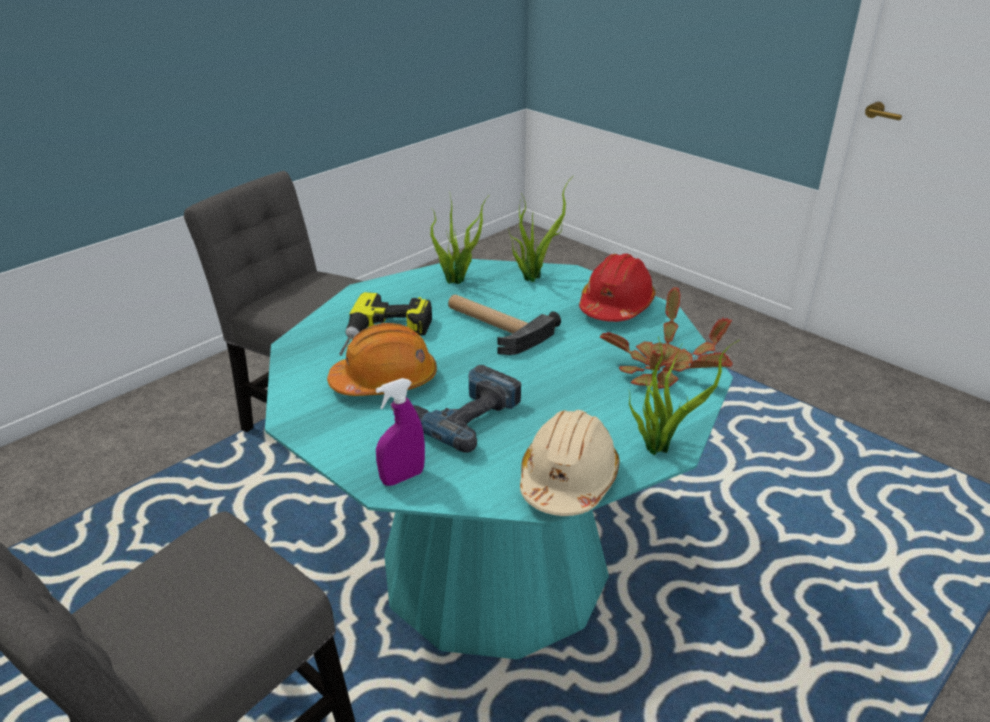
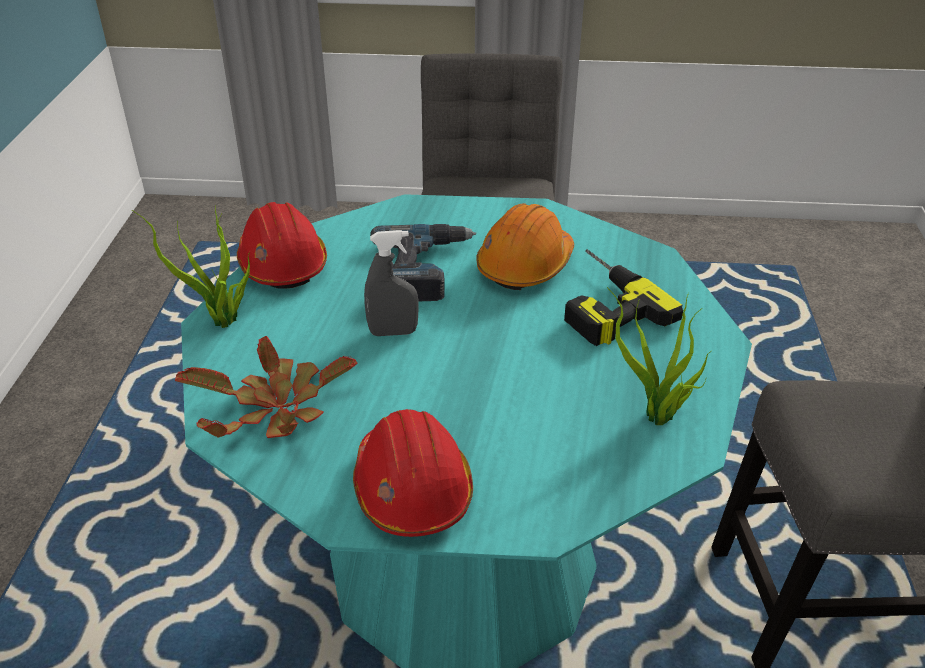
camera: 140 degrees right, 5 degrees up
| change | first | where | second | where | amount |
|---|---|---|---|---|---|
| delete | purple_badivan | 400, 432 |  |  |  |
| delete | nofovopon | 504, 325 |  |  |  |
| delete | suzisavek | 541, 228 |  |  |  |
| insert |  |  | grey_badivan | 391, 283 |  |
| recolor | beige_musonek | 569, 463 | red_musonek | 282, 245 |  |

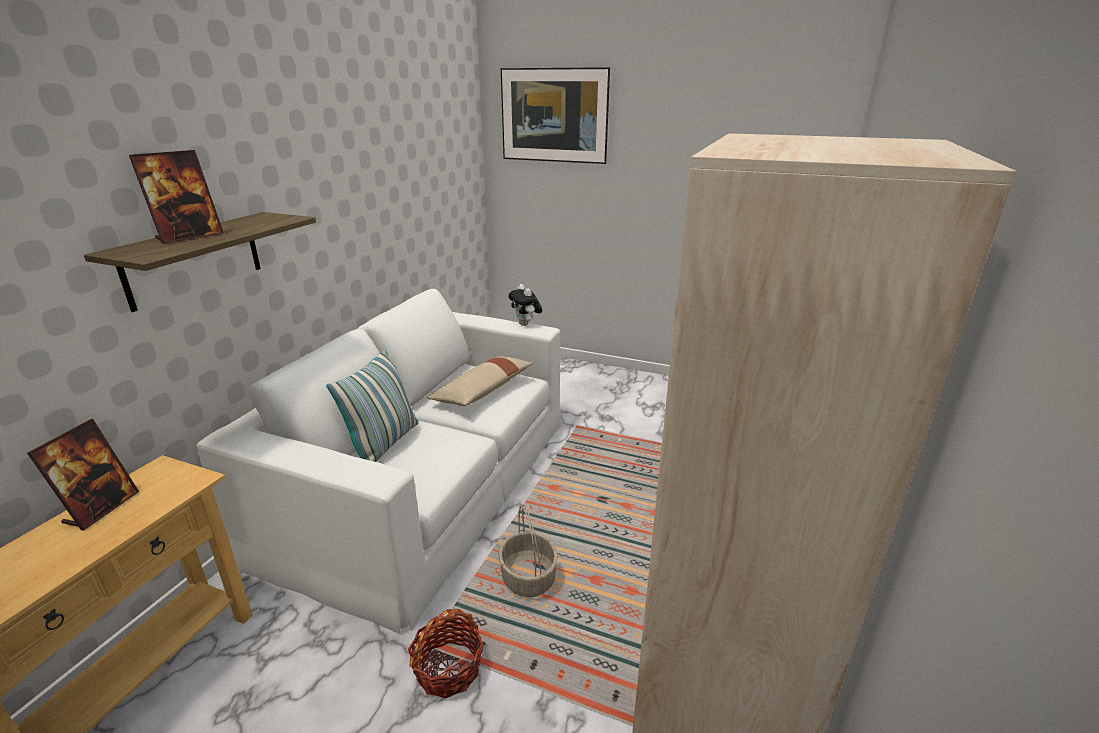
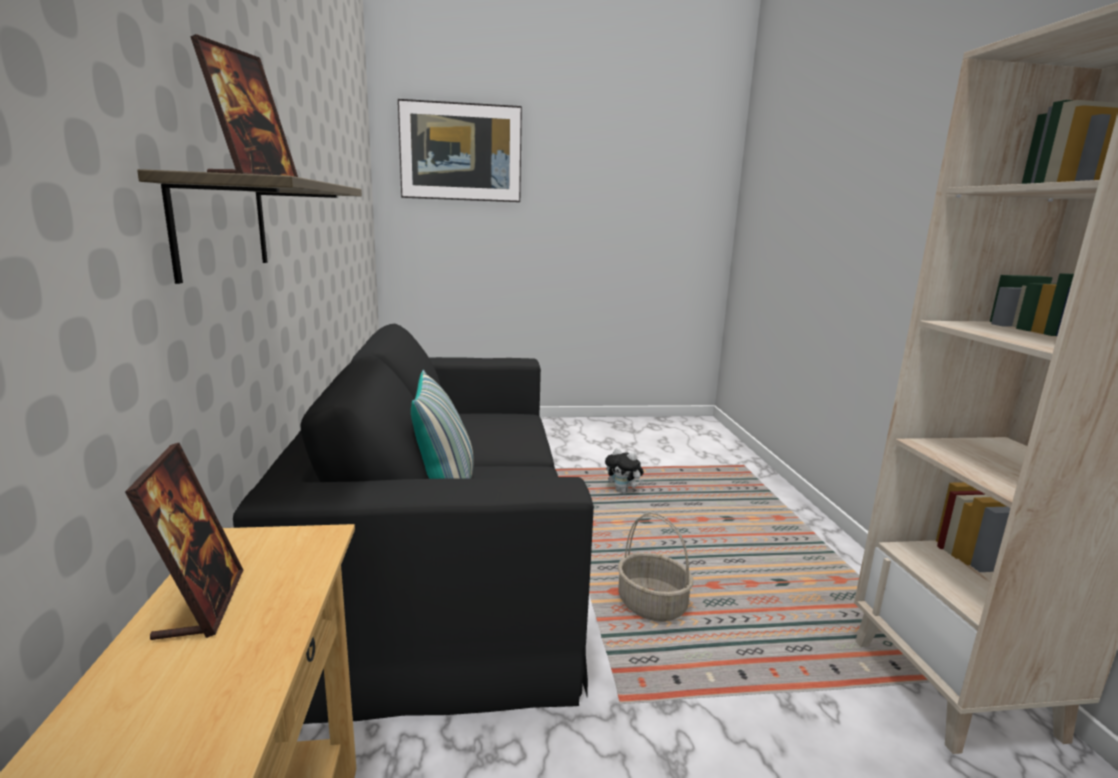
camera: 30 degrees left, 10 degrees down
| change | first | where | second | where | amount |
|---|---|---|---|---|---|
| delete | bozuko | 446, 653 |  |  |  |
| delete | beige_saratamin | 480, 381 |  |  |  |
| move | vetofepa | 525, 305 |  | 624, 470 |  |
| recolor | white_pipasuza | 378, 461 | black_pipasuza | 413, 524 |  |

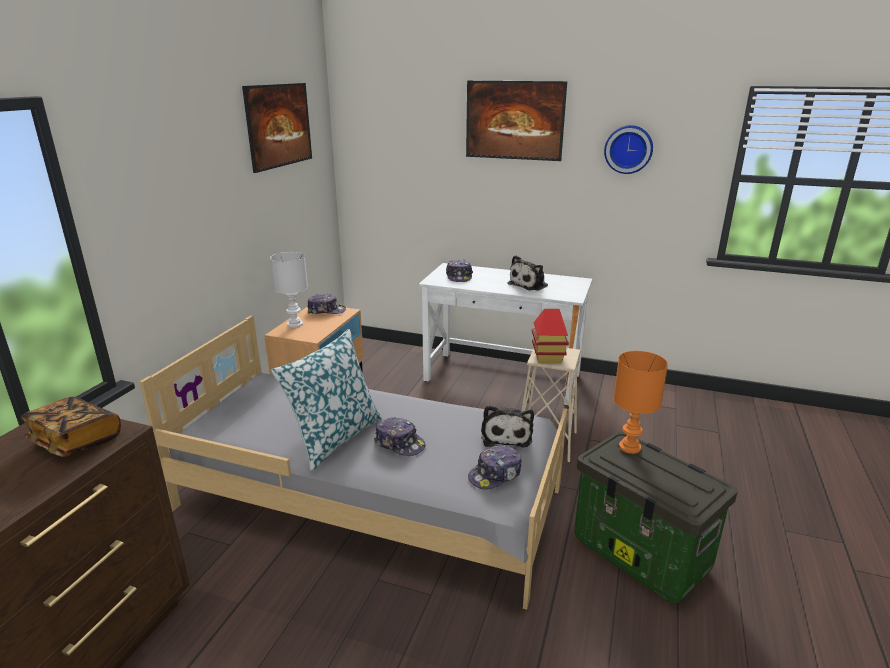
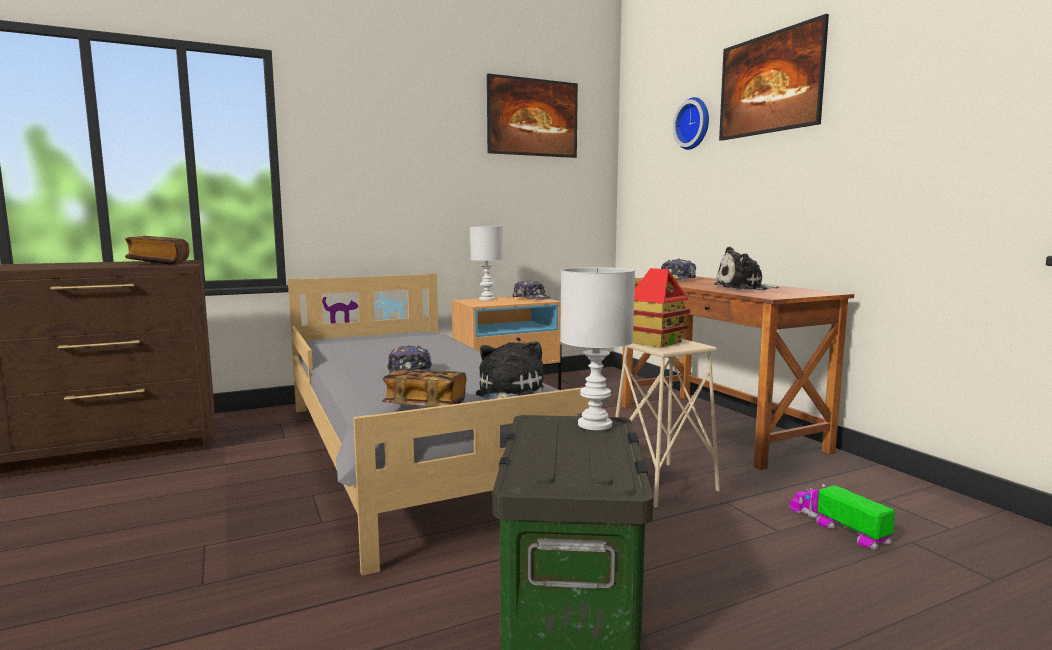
camera: 45 degrees right, 15 degrees down
| change | first | where | second | where | amount |
|---|---|---|---|---|---|
| delete | saratamin | 326, 400 |  |  |  |
| insert |  |  | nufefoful | 842, 516 |  |
| move | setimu | 628, 149 |  | 691, 123 |  |
| replace | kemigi | 495, 467 | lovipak | 424, 388 |  |
| recolor | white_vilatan | 505, 334 | brown_vilatan | 737, 373 |  |
| recolor | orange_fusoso | 640, 402 | white_fusoso | 597, 348 |  |
| rotate | vetofepa | 507, 426 |  | 510, 370 | 150 degrees clockwise |

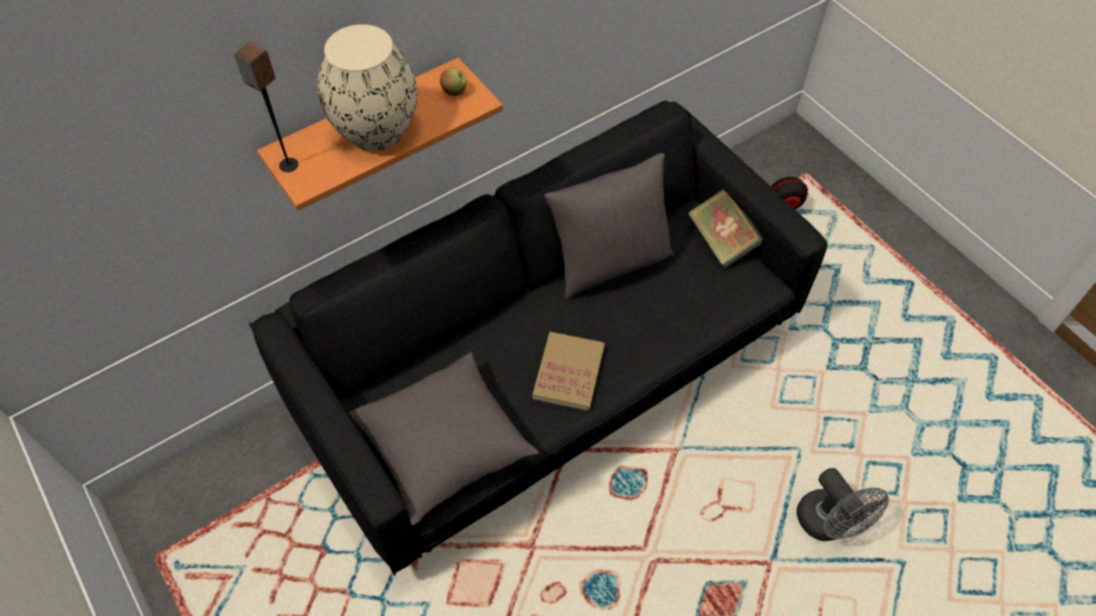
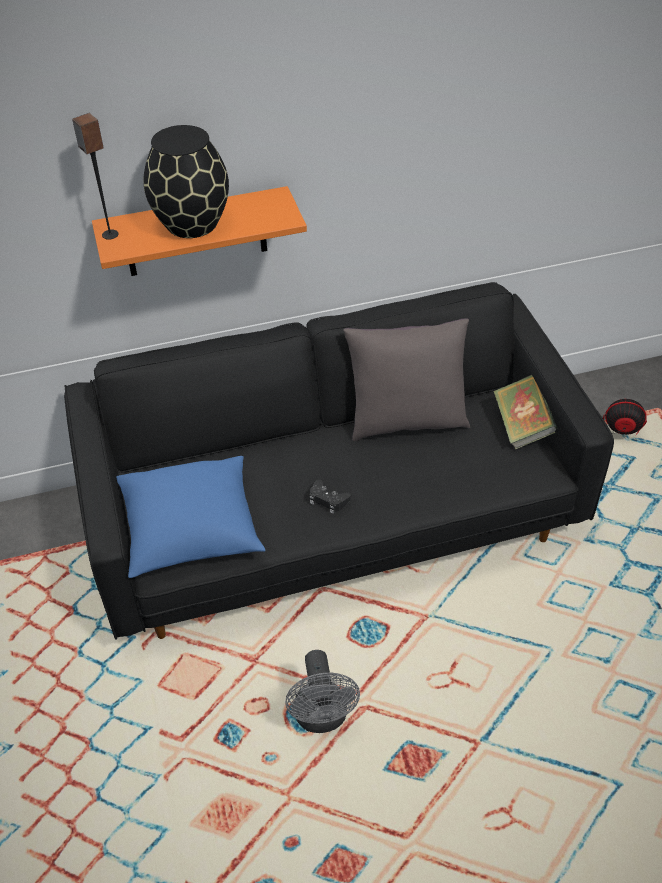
camera: 20 degrees right, 10 degrees down
| change | first | where | second | where | amount |
|---|---|---|---|---|---|
| delete | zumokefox | 453, 82 |  |  |  |
| move | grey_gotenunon | 843, 504 |  | 322, 691 |  |
| replace | lovipak | 568, 371 | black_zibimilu | 330, 497 |  |
| recolor | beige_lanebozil | 367, 87 | black_lanebozil | 186, 181 |  |
| recolor | grey_saratamin | 443, 438 | blue_saratamin | 190, 517 |  |

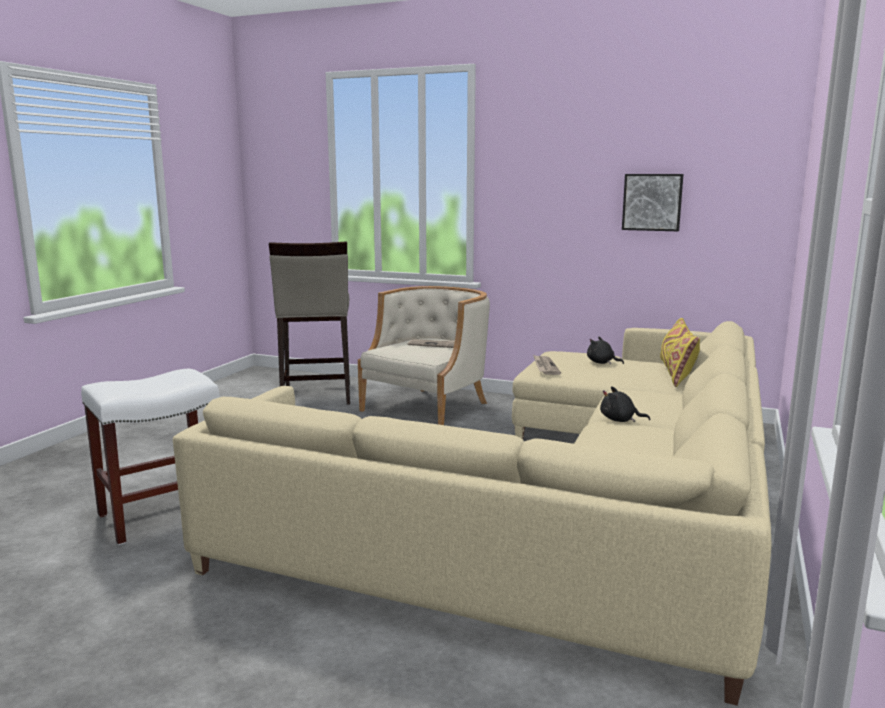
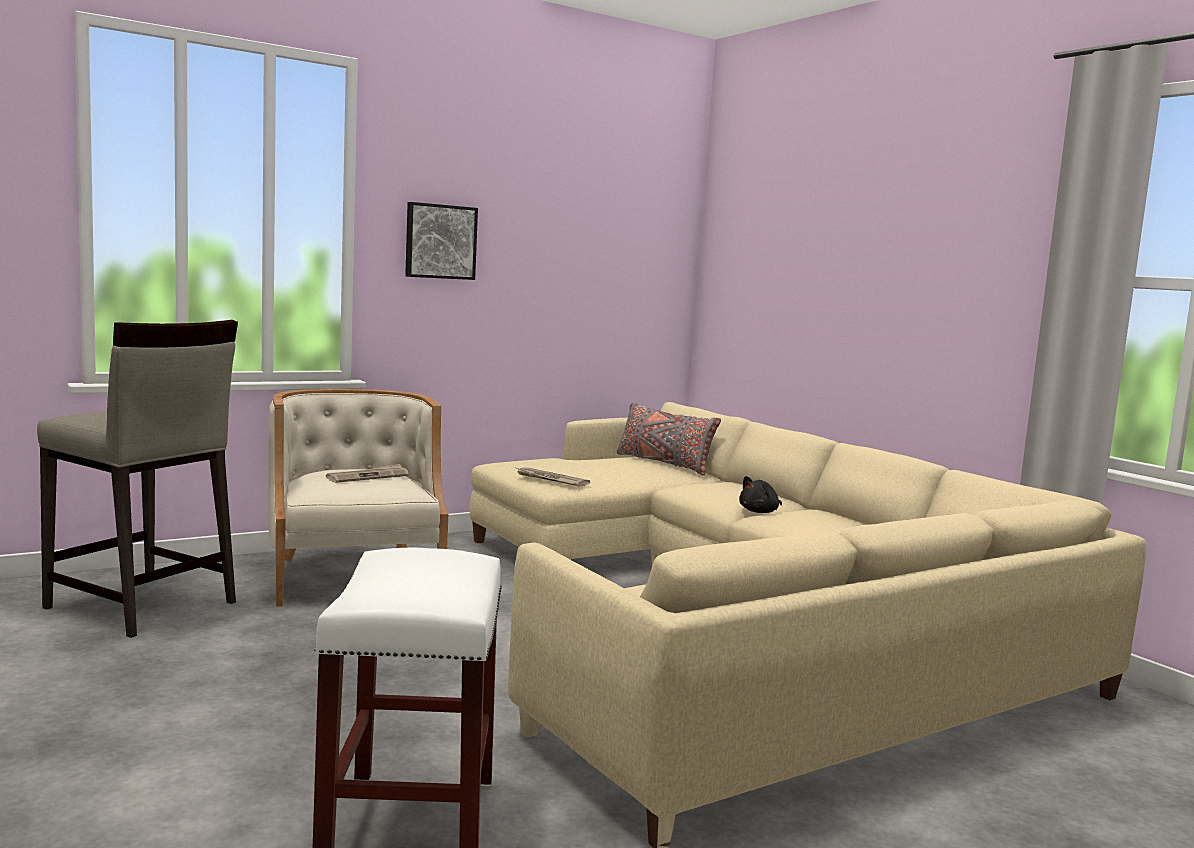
camera: 55 degrees left, 5 degrees down
| change | first | where | second | where | amount |
|---|---|---|---|---|---|
| delete | black_vetofepa | 605, 350 |  |  |  |
| move | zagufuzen | 652, 202 |  | 441, 241 |  |
| recolor | yellow_saratamin | 680, 352 | grey_saratamin | 669, 439 |  |

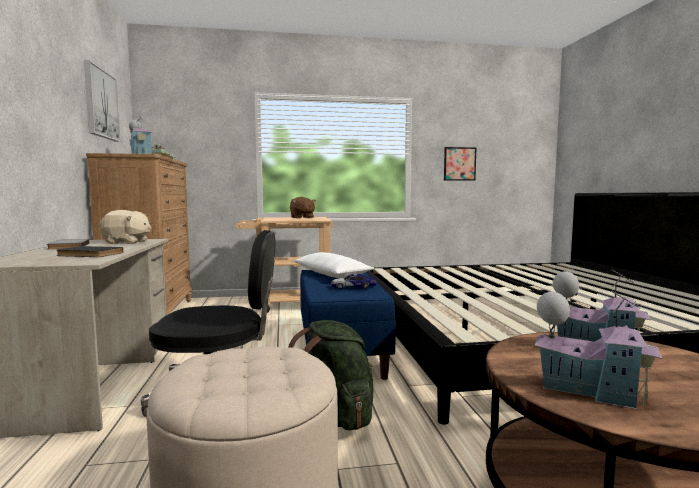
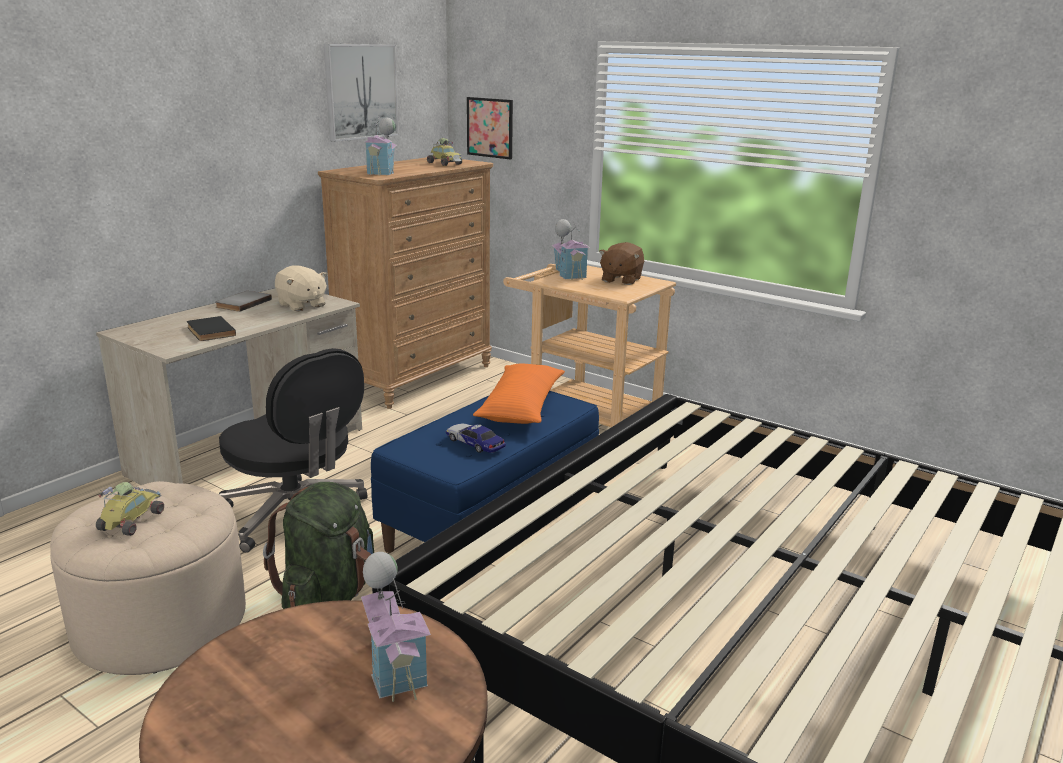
camera: 45 degrees right, 15 degrees up
| change | first | where | second | where | amount |
|---|---|---|---|---|---|
| insert |  |  | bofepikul | 130, 509 |  |
| move | zagufuzen | 460, 164 |  | 490, 128 |  |
| move | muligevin | 598, 350 |  | 571, 249 |  |
| recolor | white_saratamin | 333, 265 | orange_saratamin | 519, 394 |  |

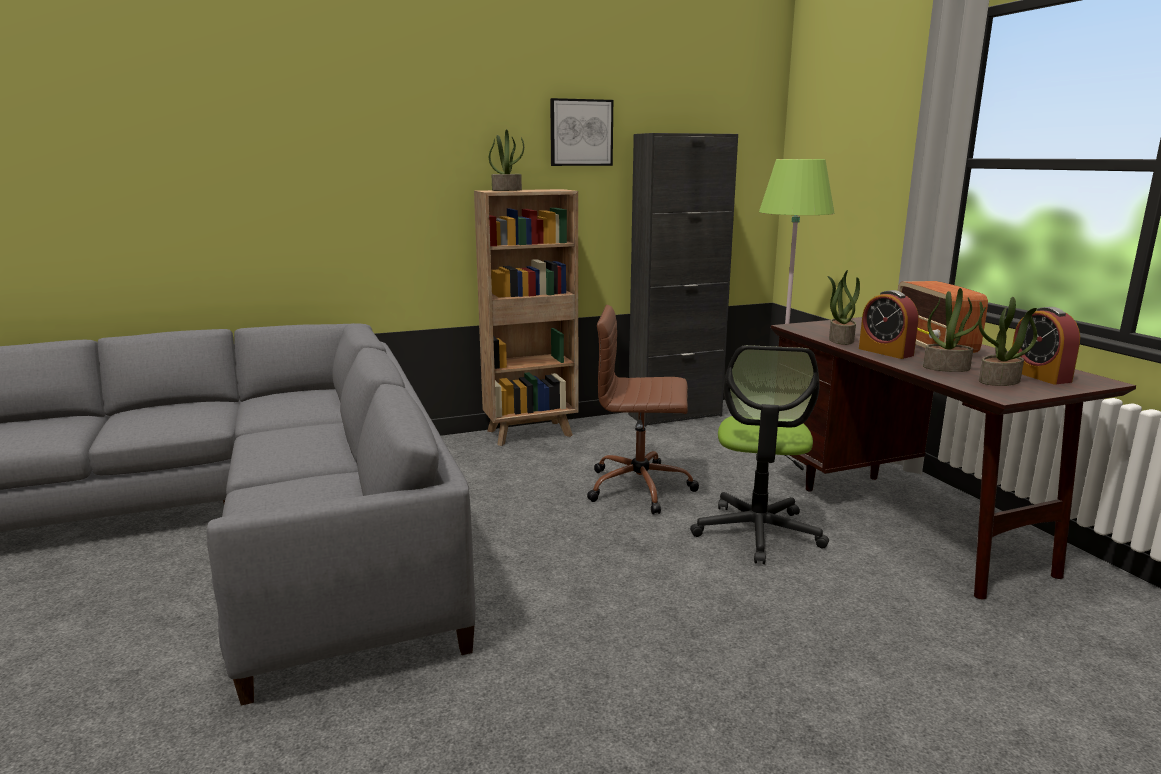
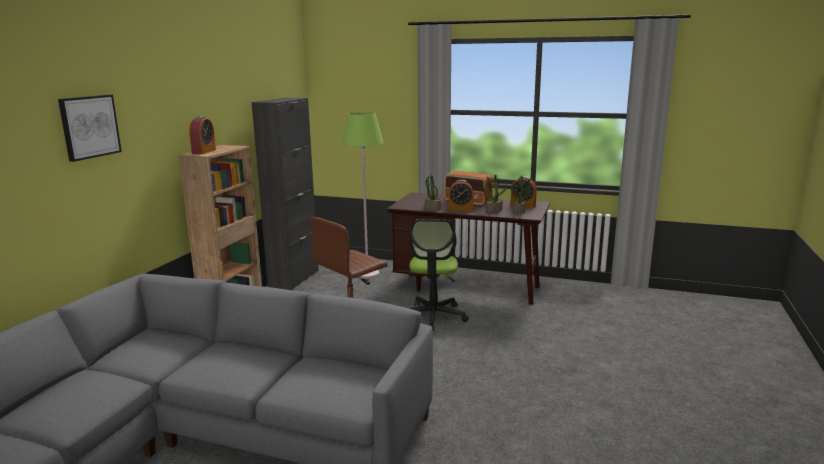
camera: 50 degrees left, 0 degrees up
| change | first | where | second | where | amount |
|---|---|---|---|---|---|
| move | zagufuzen | 581, 132 |  | 90, 128 |  |
| replace | suzisavek | 506, 160 | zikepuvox | 202, 135 |  |
| rotate | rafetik | 759, 454 |  | 439, 275 | 45 degrees clockwise |

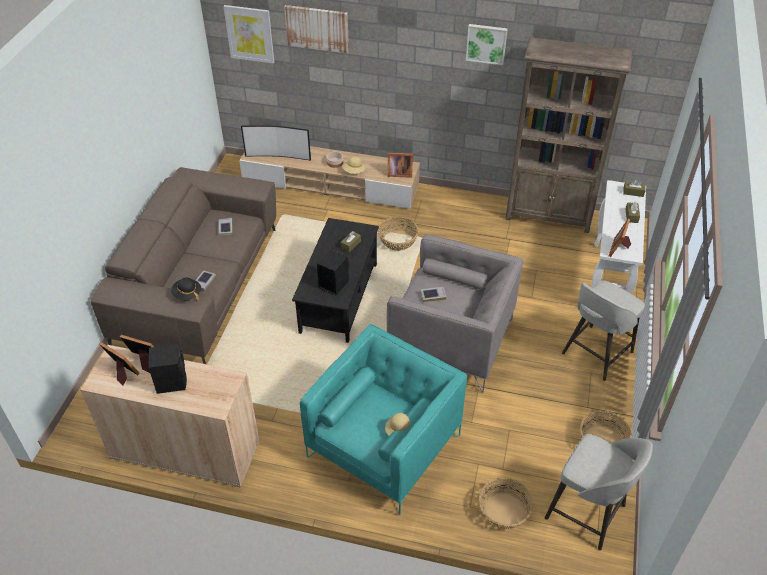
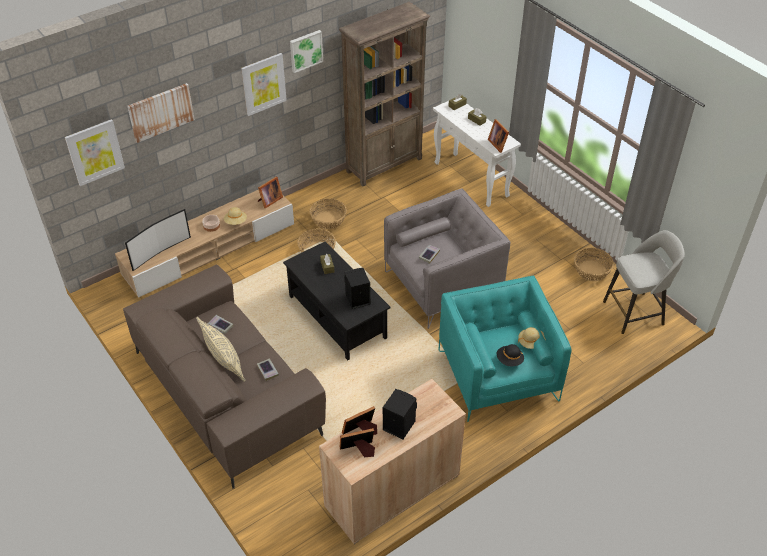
camera: 50 degrees left, 0 degrees up
| change | first | where | second | where | amount |
|---|---|---|---|---|---|
| delete | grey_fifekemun | 603, 331 |  |  |  |
| insert |  |  | beige_saratamin | 221, 349 |  |
| insert |  |  | zagufuzen | 264, 84 |  |
| move | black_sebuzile | 186, 289 |  | 510, 355 |  |
| move | bozuko | 506, 503 |  | 328, 214 |  |

